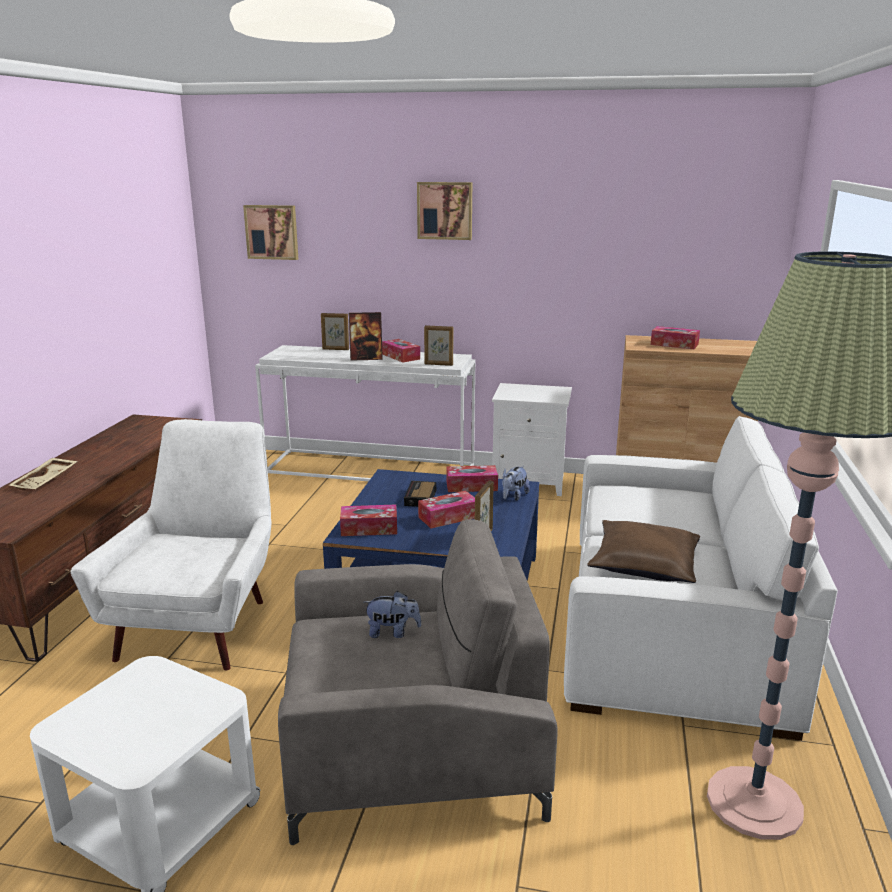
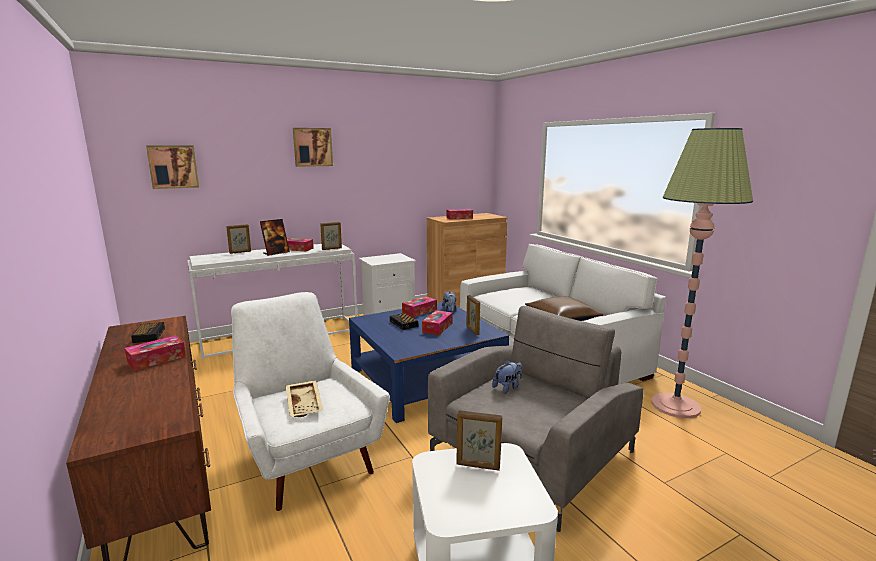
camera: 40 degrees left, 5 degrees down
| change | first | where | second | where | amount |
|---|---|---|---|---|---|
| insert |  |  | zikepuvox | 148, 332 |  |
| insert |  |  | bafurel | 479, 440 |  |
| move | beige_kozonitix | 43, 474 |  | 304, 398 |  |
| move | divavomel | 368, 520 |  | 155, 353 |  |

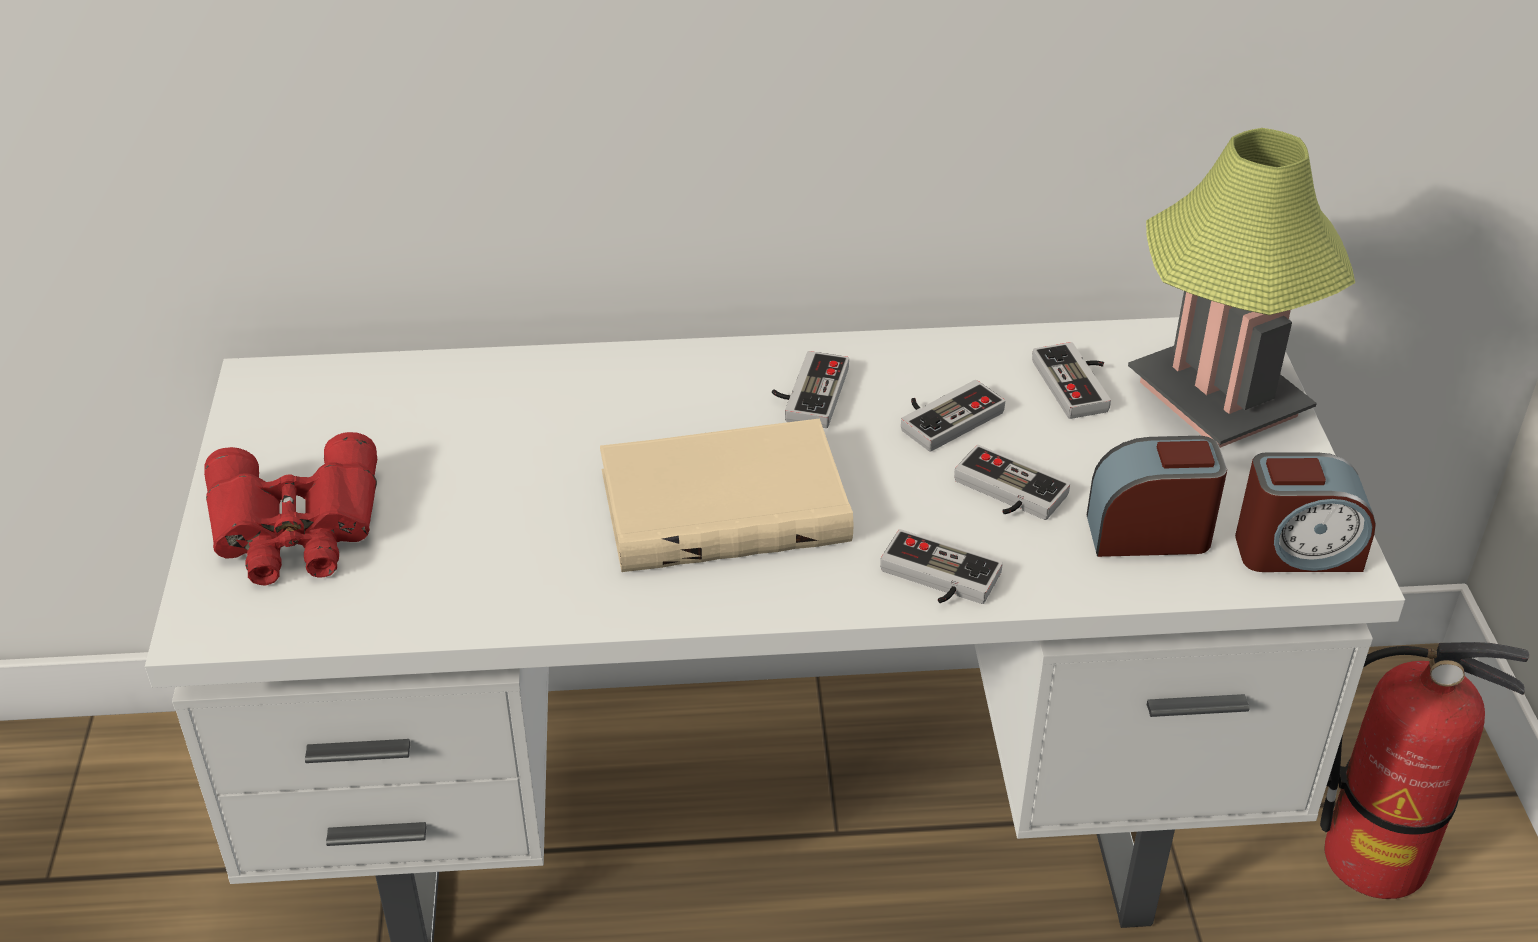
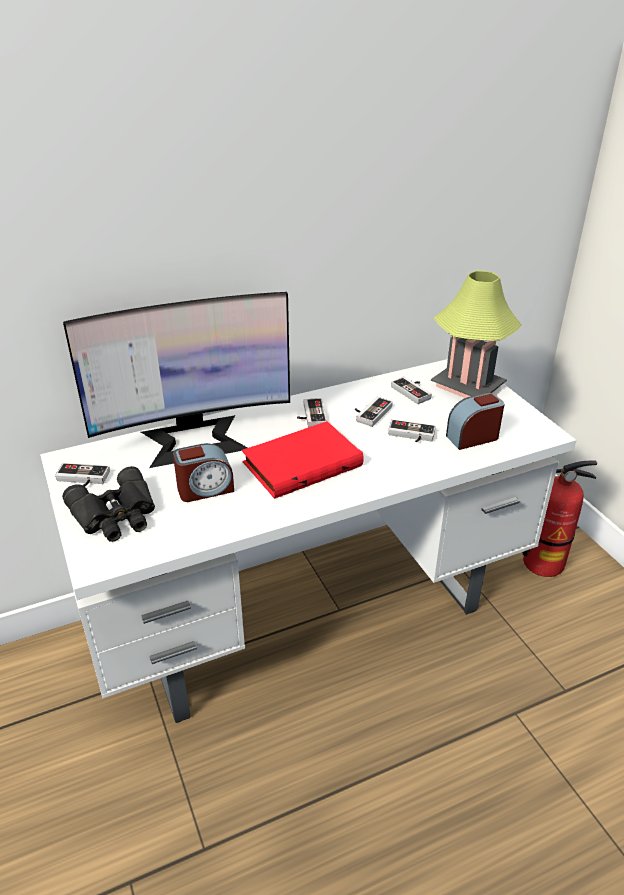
camera: 20 degrees left, 5 degrees down
| change | first | where | second | where | amount |
|---|---|---|---|---|---|
| insert |  |  | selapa | 176, 380 |  |
| move | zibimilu | 941, 566 |  | 82, 475 |  |
| move | zikepuvox | 1305, 512 |  | 203, 472 |  |
| recolor | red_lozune | 290, 509 | black_lozune | 108, 504 |  |
| recolor | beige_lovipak | 726, 495 | red_lovipak | 303, 460 |  |

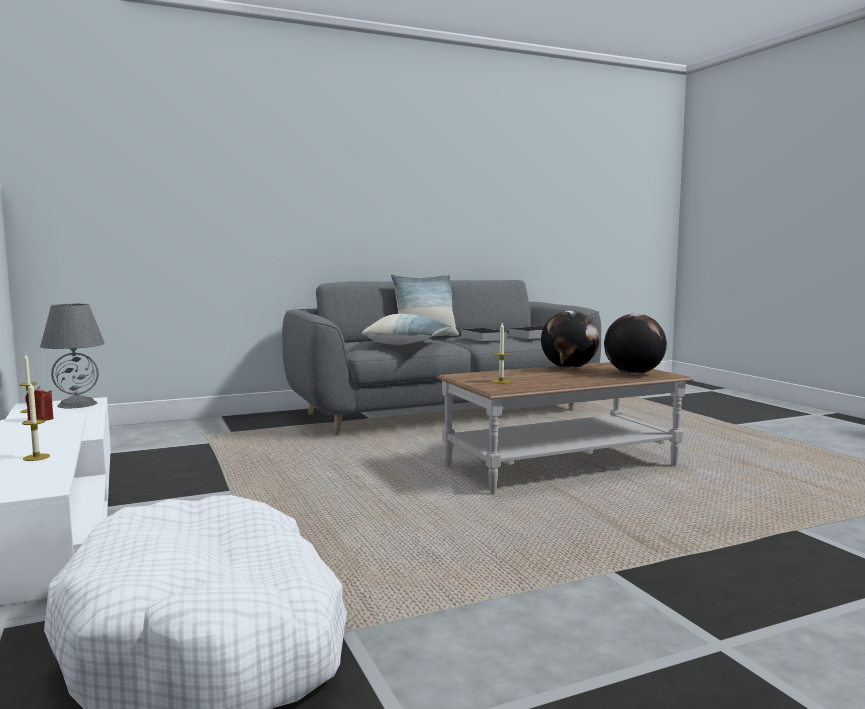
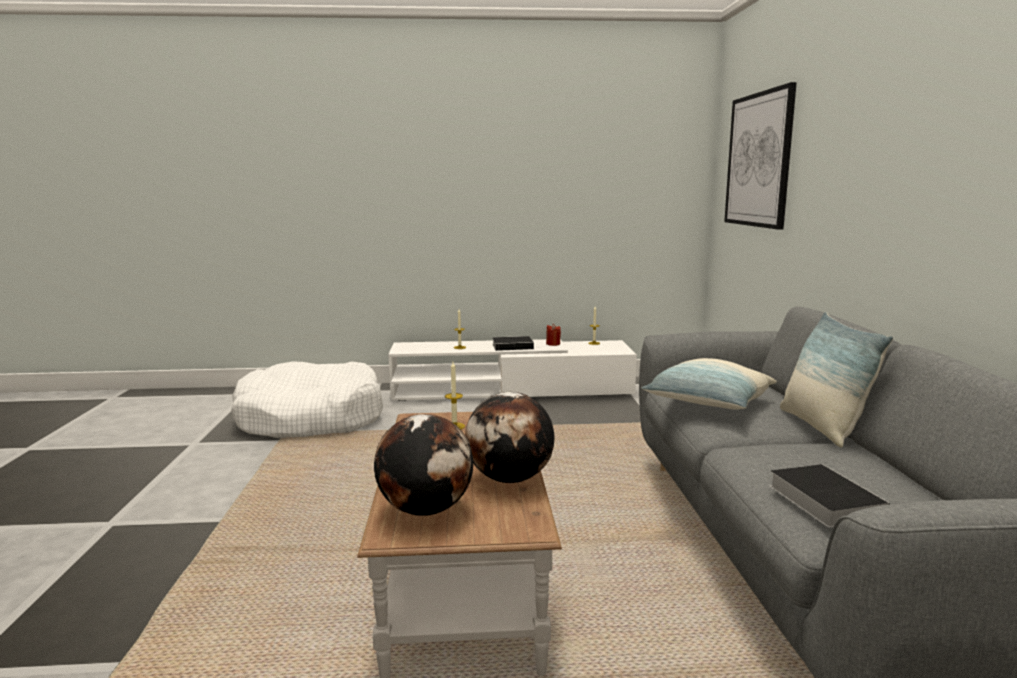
camera: 110 degrees right, 5 degrees up
| change | first | where | second | where | amount |
|---|---|---|---|---|---|
| delete | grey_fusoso | 72, 356 |  |  |  |
| insert |  |  | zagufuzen | 760, 156 |  |
| move | lovipak | 483, 334 |  | 516, 343 |  |

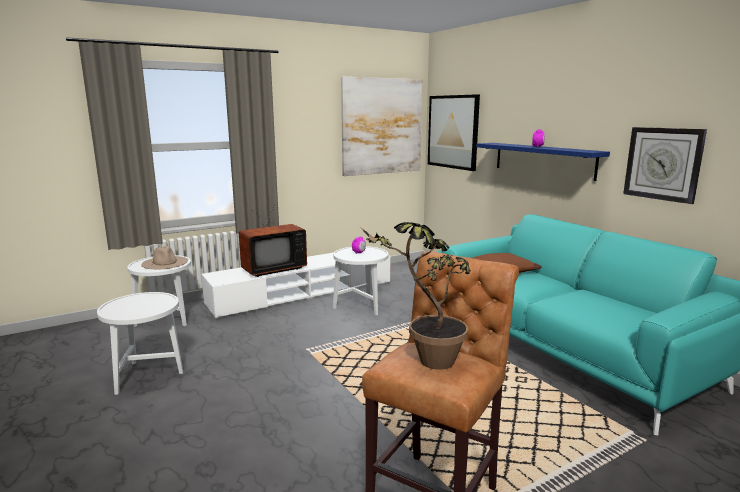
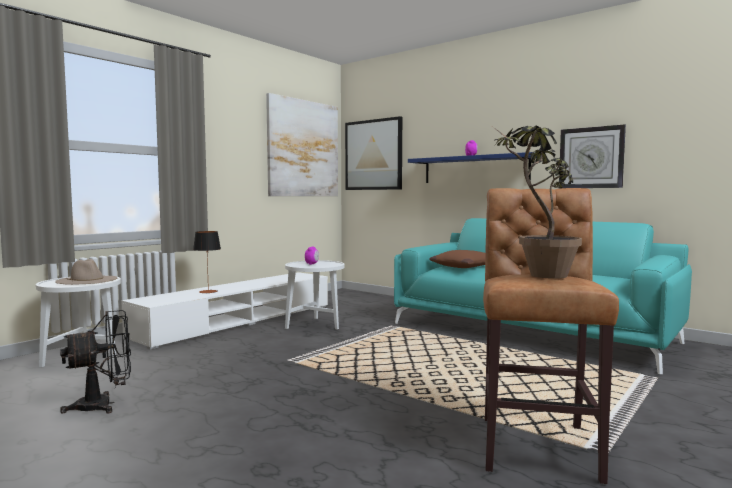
camera: 20 degrees left, 10 degrees down
| change | first | where | second | where | amount |
|---|---|---|---|---|---|
| replace | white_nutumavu | 140, 343 | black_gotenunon | 95, 361 |  |
| replace | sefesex | 273, 240 | fusoso | 207, 262 |  |

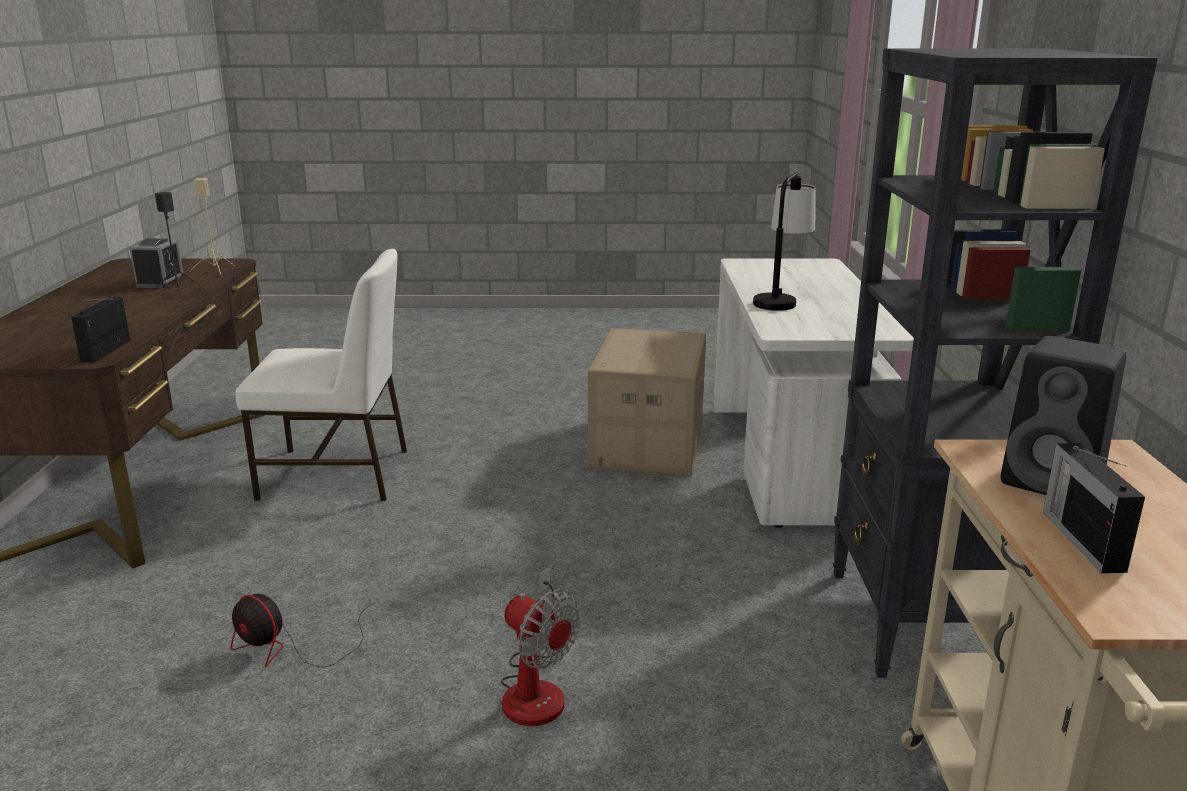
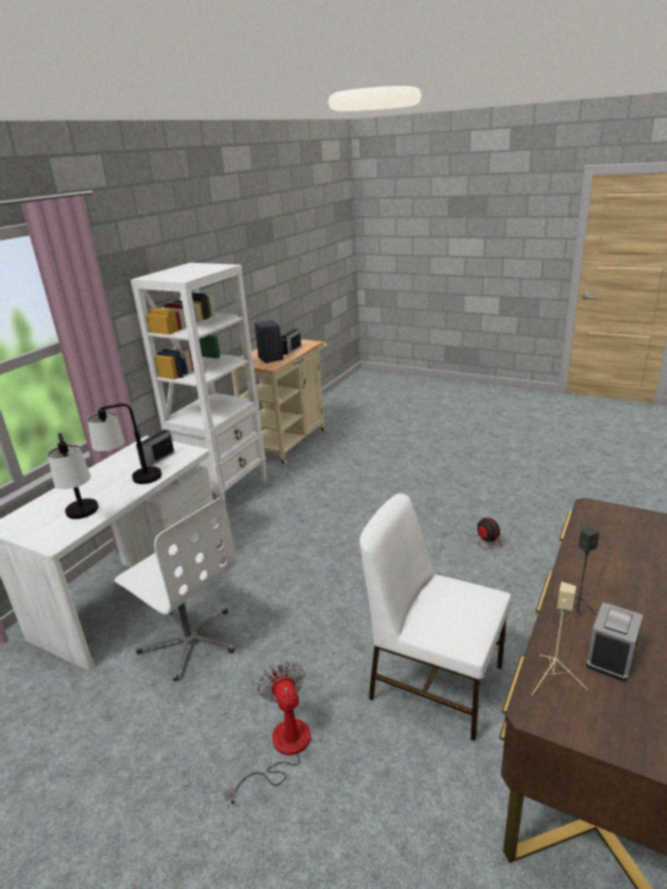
camera: 150 degrees left, 5 degrees up
| change | first | where | second | where | amount |
|---|---|---|---|---|---|
| insert |  |  | fusoso | 73, 476 |  |
| move | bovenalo | 100, 329 |  | 155, 448 |  |
| move | gotenunon | 541, 647 |  | 267, 733 |  |
| replace | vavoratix | 647, 402 | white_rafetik | 175, 589 |  |
| recolor | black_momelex | 995, 363 | white_momelex | 198, 384 |  |

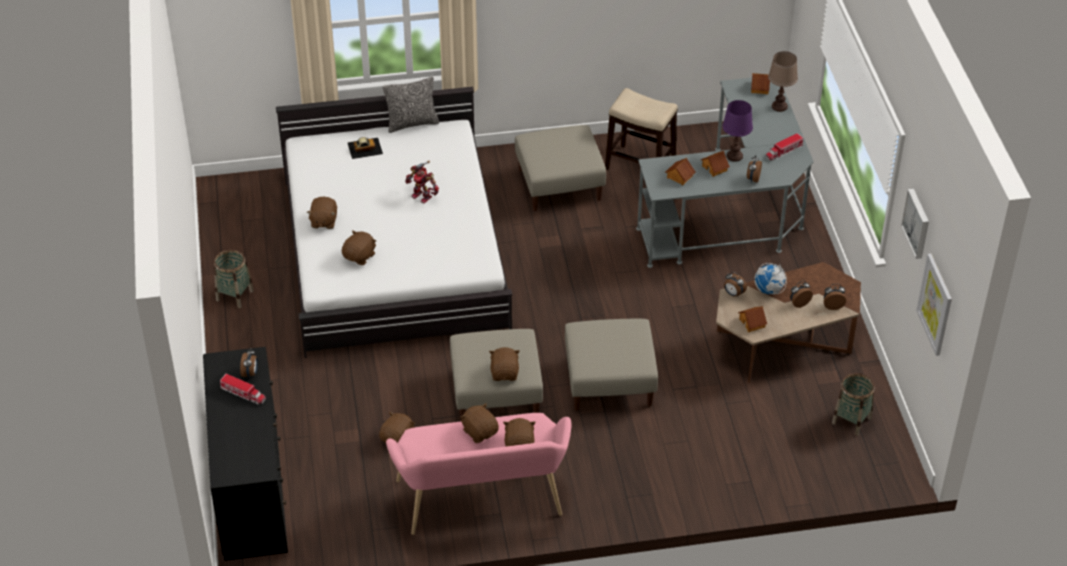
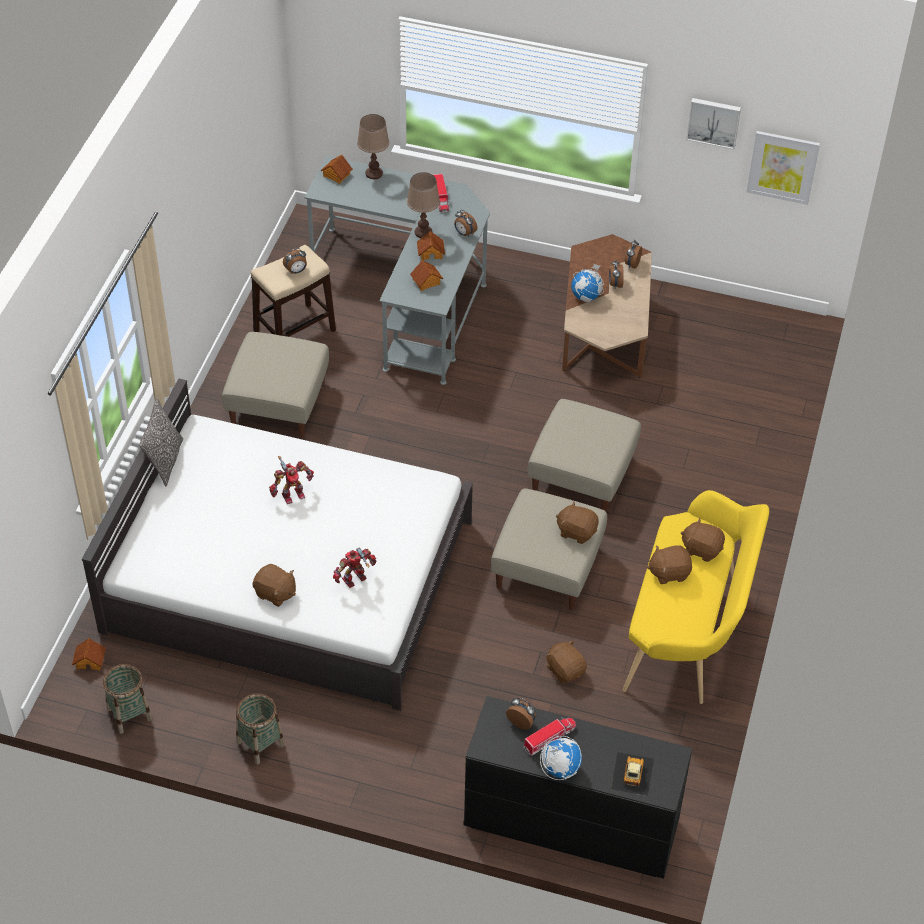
camera: 65 degrees left, 5 degrees up
| change | first | where | second | where | amount |
|---|---|---|---|---|---|
| insert |  |  | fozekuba | 561, 758 |  |
| move | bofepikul | 365, 148 |  | 632, 774 |  |
| move | zikepuvox | 735, 284 |  | 295, 261 |  |
| move | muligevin | 752, 319 |  | 89, 654 |  |
| move | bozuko | 853, 404 |  | 127, 699 |  |
| replace | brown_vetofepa | 359, 247 | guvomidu | 354, 567 |  |
| recolor | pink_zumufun | 478, 474 | yellow_zumufun | 696, 597 |  |
| recolor | purple_fusoso | 737, 131 | brown_fusoso | 423, 205 |  |

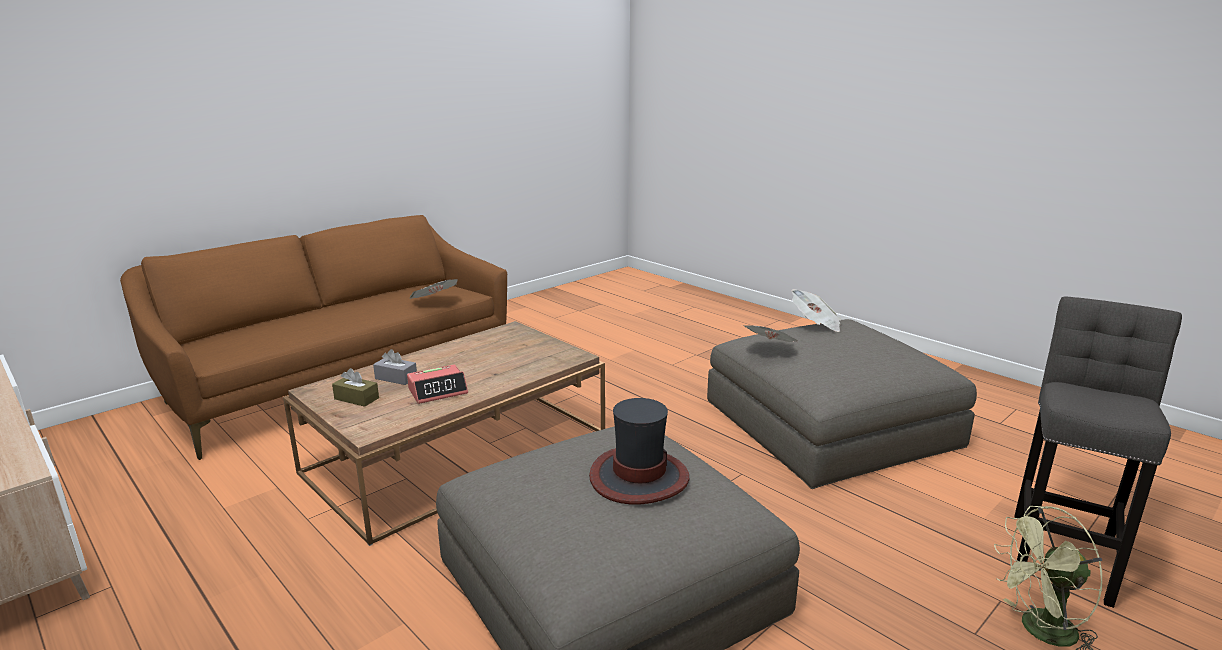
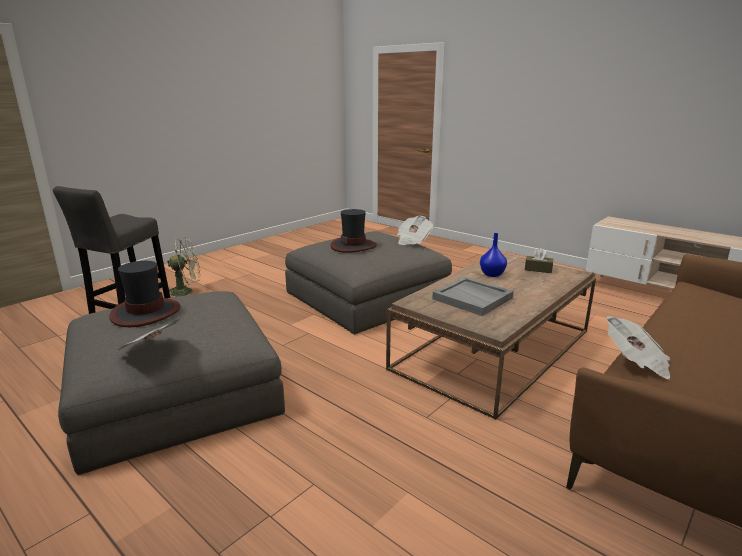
camera: 175 degrees right, 0 degrees up
| change | first | where | second | where | amount |
|---|---|---|---|---|---|
| delete | grey_divavomel | 395, 367 |  |  |  |
| insert |  |  | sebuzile | 145, 294 |  |
| insert |  |  | grey_kozonitix | 473, 296 |  |
| move | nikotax | 770, 333 |  | 415, 230 |  |
| replace | zikepuvox | 437, 384 | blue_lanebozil | 493, 255 |  |

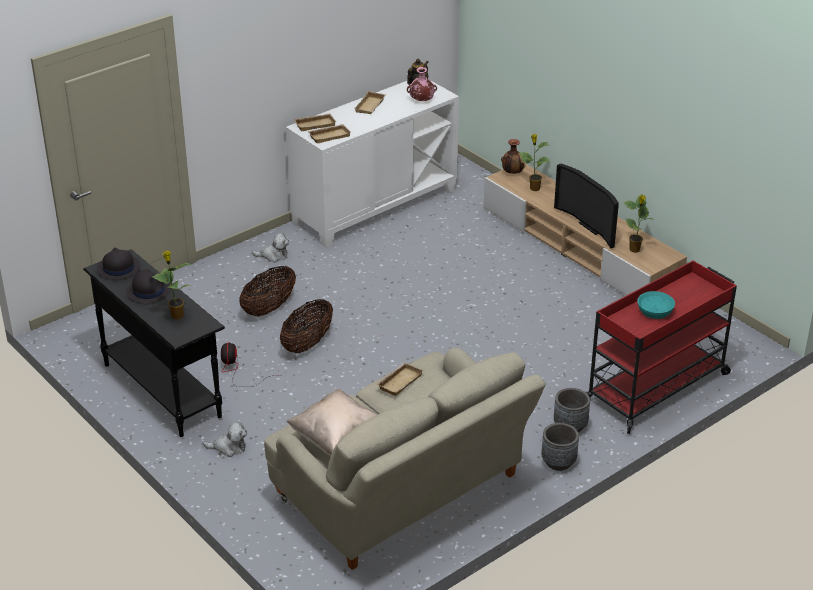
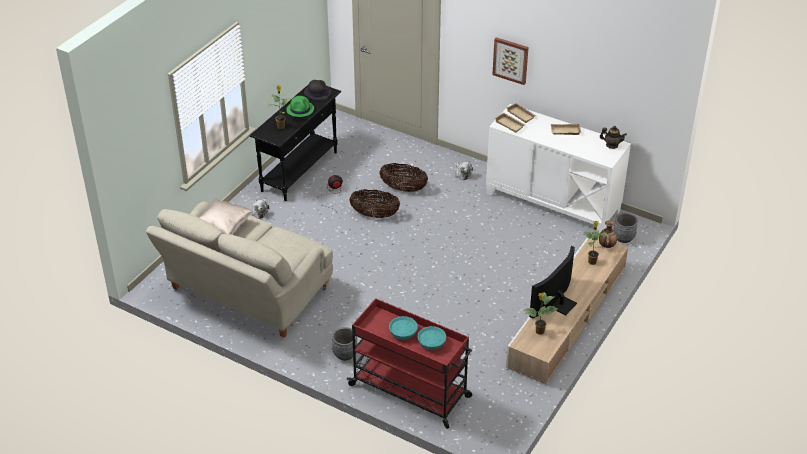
camera: 70 degrees right, 5 degrees up
| change | first | where | second | where | amount |
|---|---|---|---|---|---|
| delete | beige_kozonitix | 400, 379 |  |  |  |
| delete | pink_lanebozil | 422, 84 |  |  |  |
| insert |  |  | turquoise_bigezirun | 432, 338 |  |
| insert |  |  | zagufuzen | 510, 61 |  |
| move | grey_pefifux | 560, 447 |  | 625, 228 |  |
| recolor | black_sebuzile | 148, 286 | green_sebuzile | 300, 106 |  |

